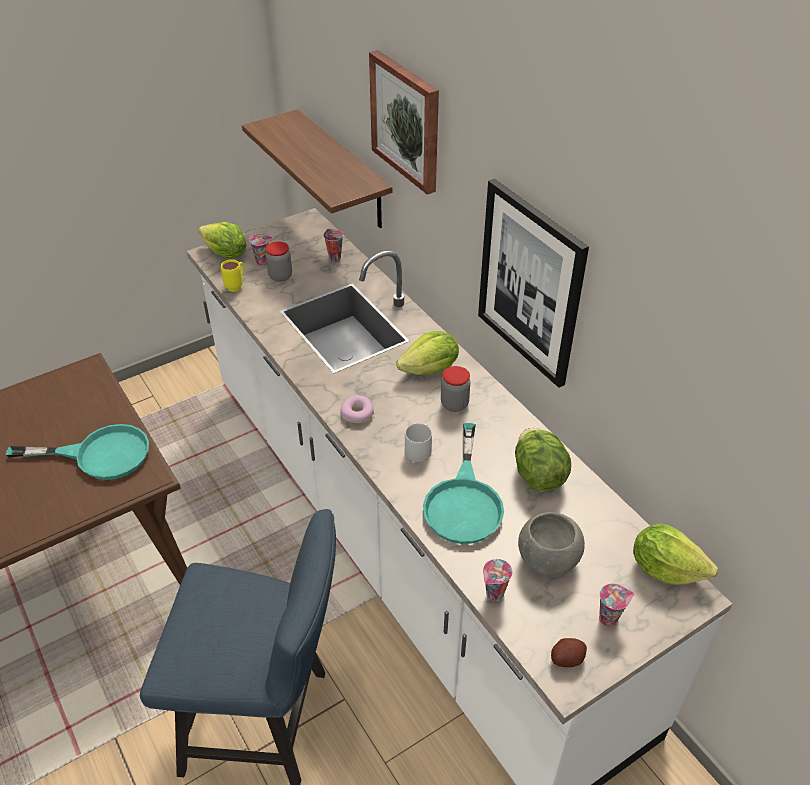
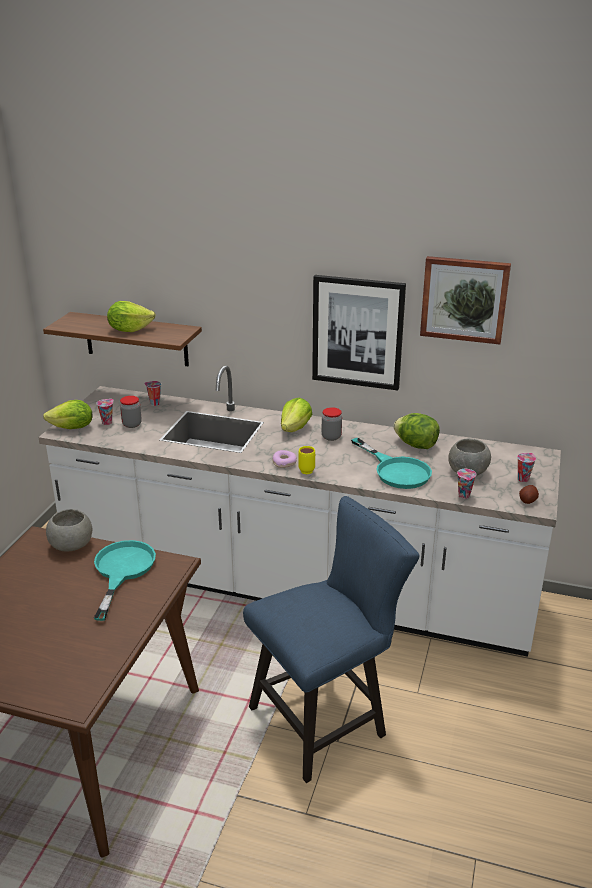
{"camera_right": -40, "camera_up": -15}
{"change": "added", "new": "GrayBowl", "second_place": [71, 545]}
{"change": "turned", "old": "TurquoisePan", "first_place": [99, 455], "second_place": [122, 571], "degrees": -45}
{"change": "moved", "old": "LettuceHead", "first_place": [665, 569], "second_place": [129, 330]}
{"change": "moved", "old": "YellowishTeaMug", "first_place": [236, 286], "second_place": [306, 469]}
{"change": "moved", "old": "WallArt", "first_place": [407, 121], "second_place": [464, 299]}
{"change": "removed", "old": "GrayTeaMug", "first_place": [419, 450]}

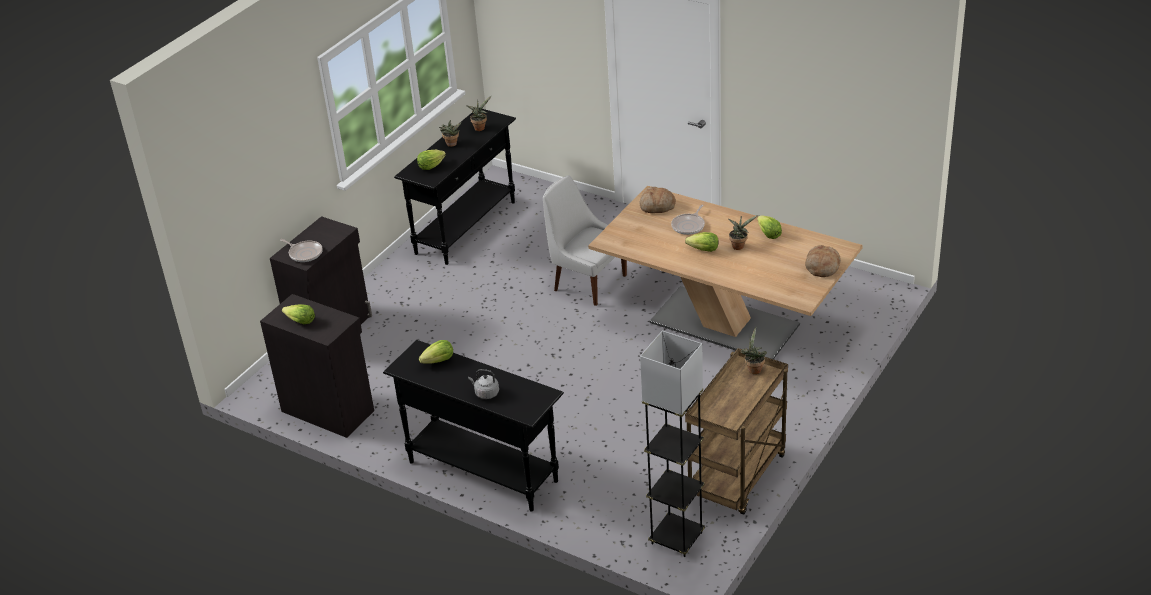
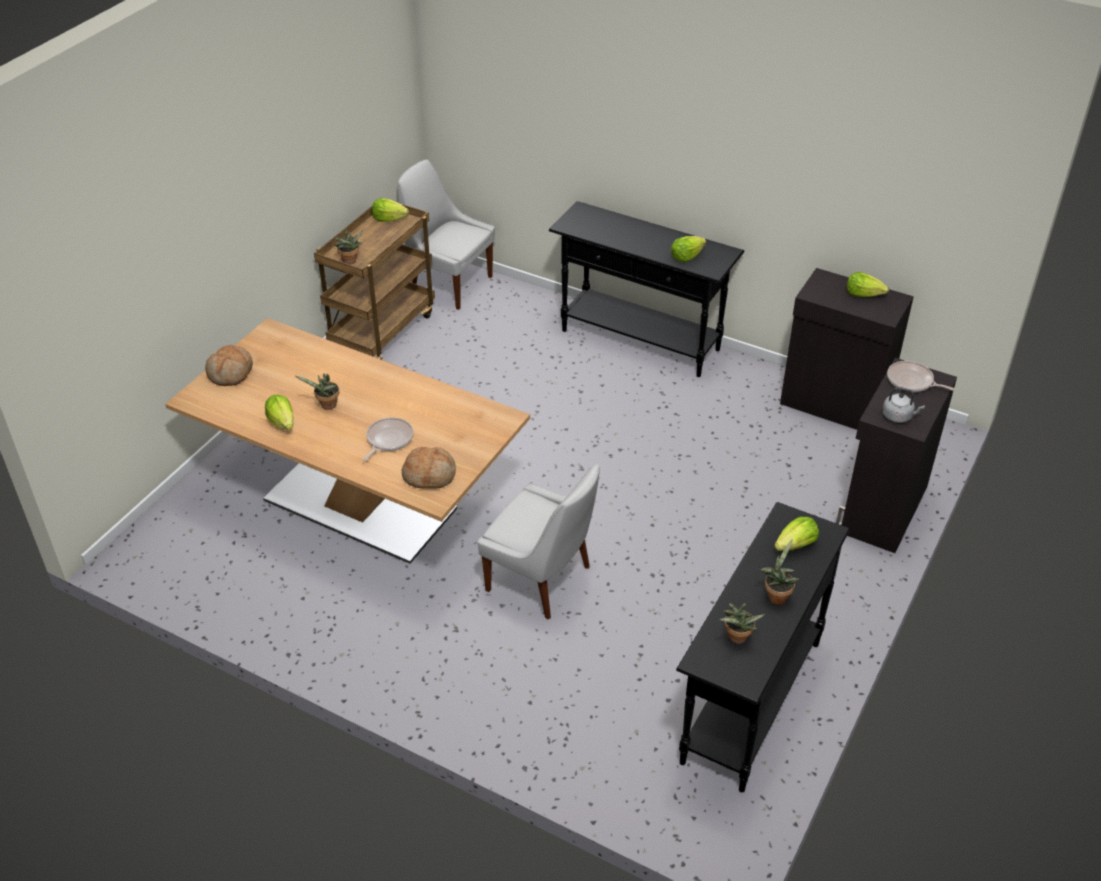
{"camera_right": 175, "camera_up": 5}
{"change": "moved", "old": "LettuceHead", "first_place": [704, 250], "second_place": [389, 219]}
{"change": "replaced", "old": "GrayStandardLamp", "new": "WhitePlainChair", "first_place": [676, 538], "second_place": [448, 284]}
{"change": "moved", "old": "GrayWaterKettle", "first_place": [485, 393], "second_place": [898, 416]}

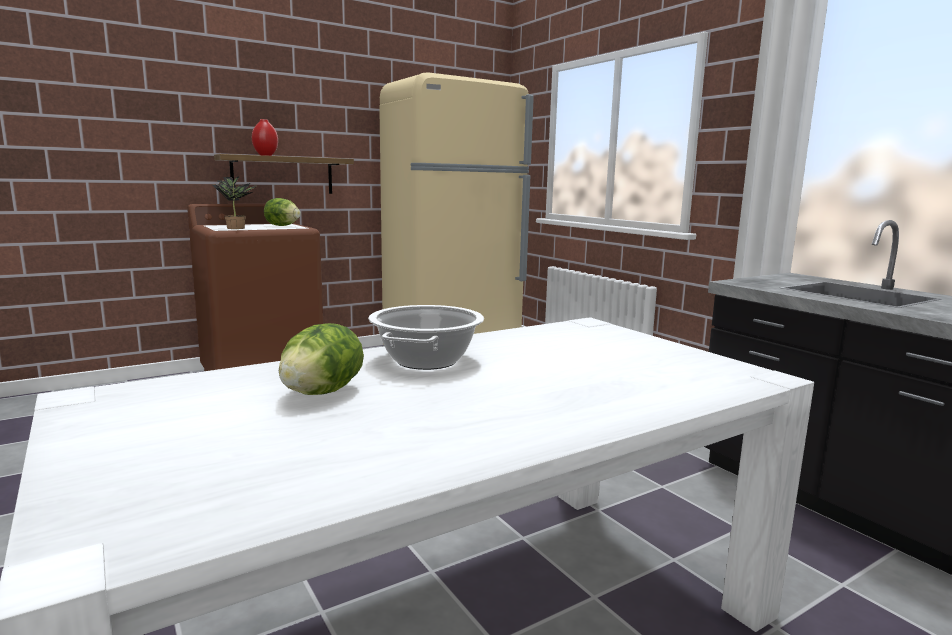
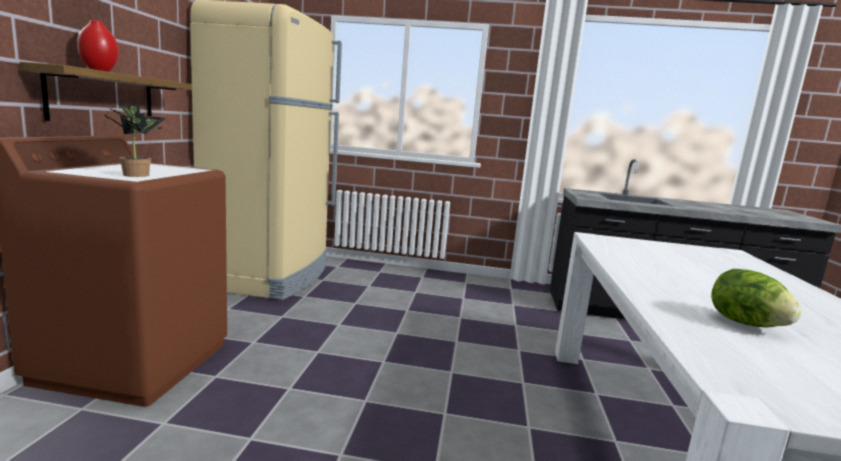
{"camera_right": -50, "camera_up": 0}
{"change": "removed", "old": "LettuceHead", "first_place": [282, 226]}
{"change": "removed", "old": "CookingPot", "first_place": [426, 360]}

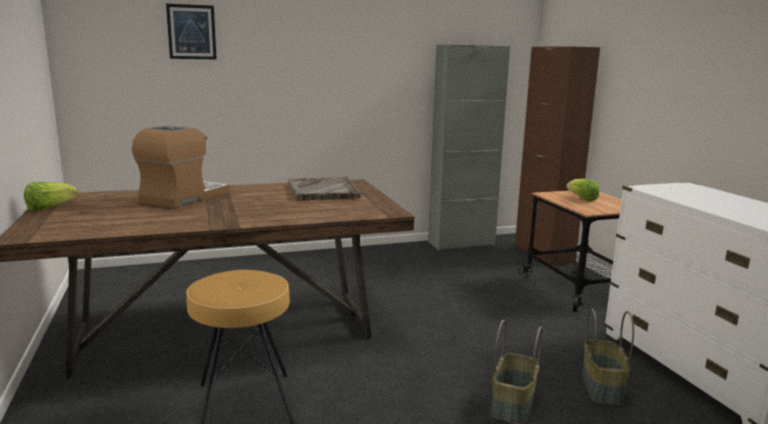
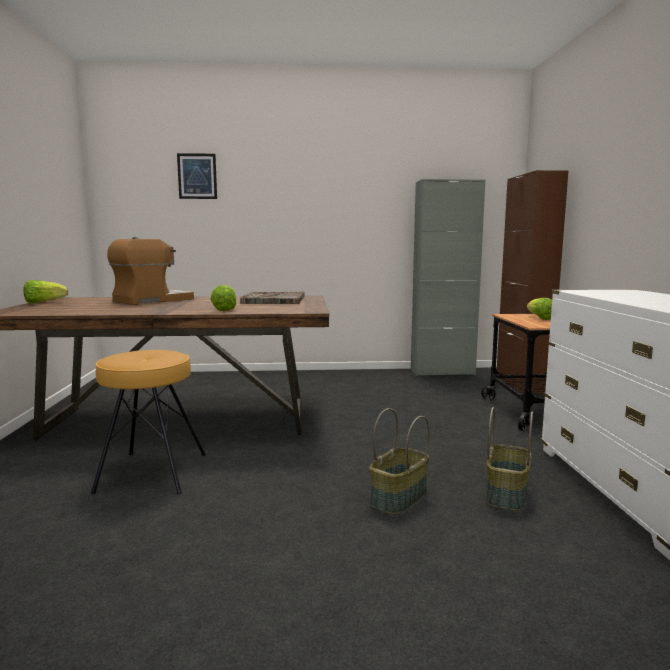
{"camera_right": 15, "camera_up": -5}
{"change": "added", "new": "LettuceHead", "second_place": [225, 309]}

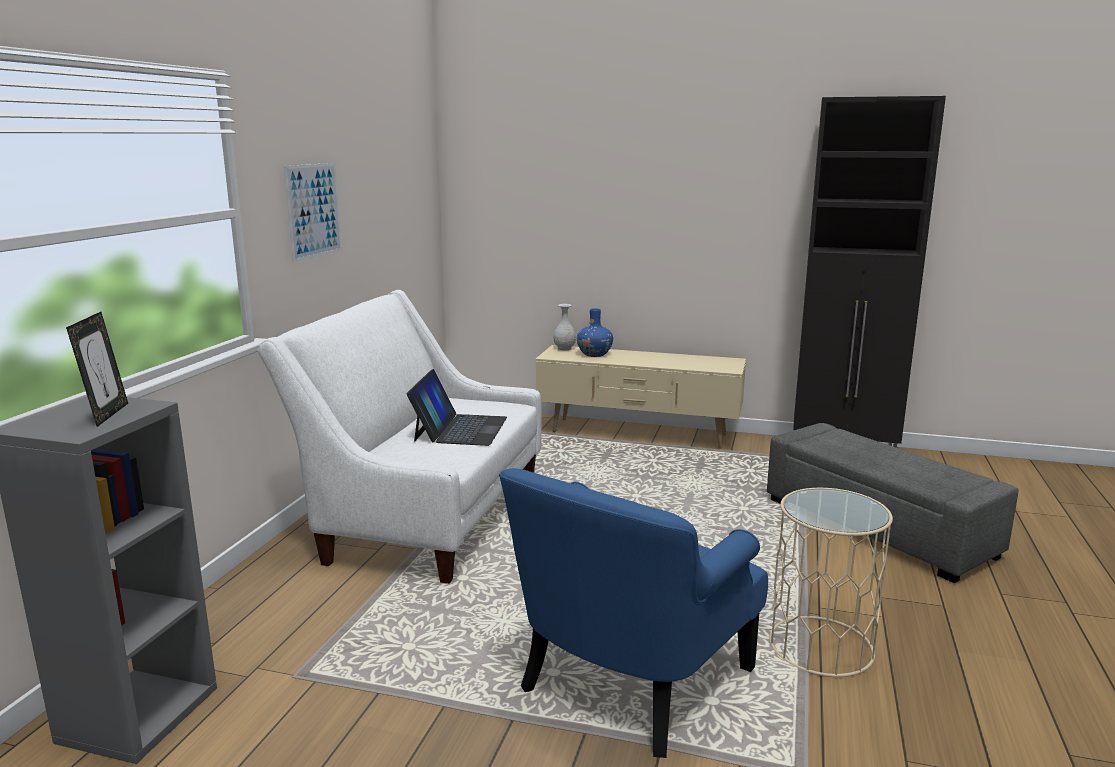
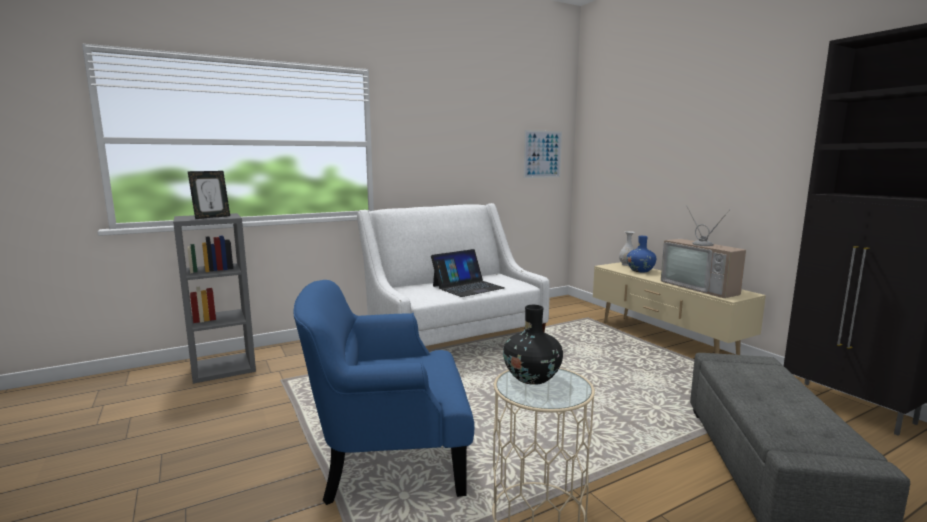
{"camera_right": 45, "camera_up": -5}
{"change": "added", "new": "BlackVase", "second_place": [532, 377]}
{"change": "moved", "old": "WallArt", "first_place": [314, 210], "second_place": [542, 154]}
{"change": "added", "new": "Television", "second_place": [702, 287]}

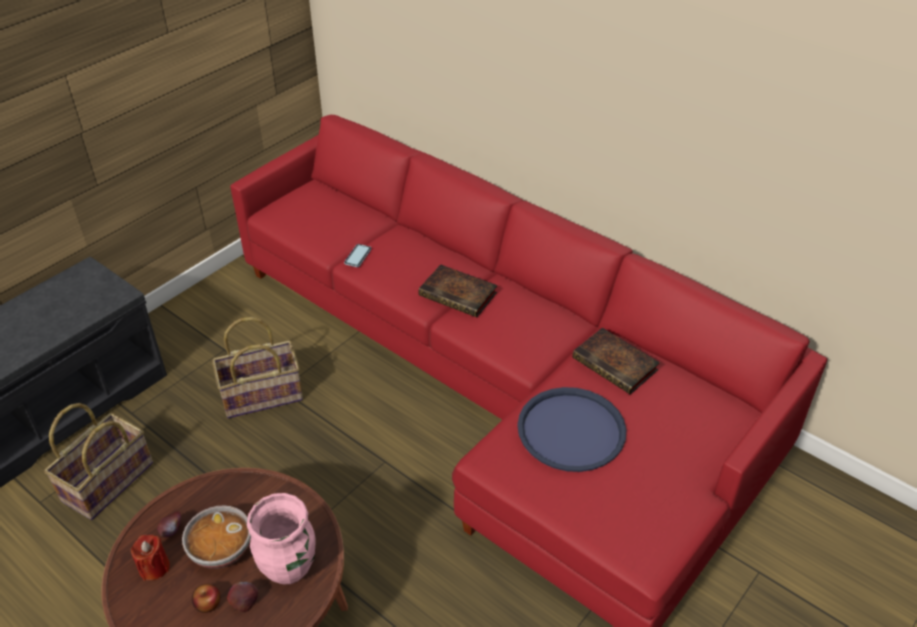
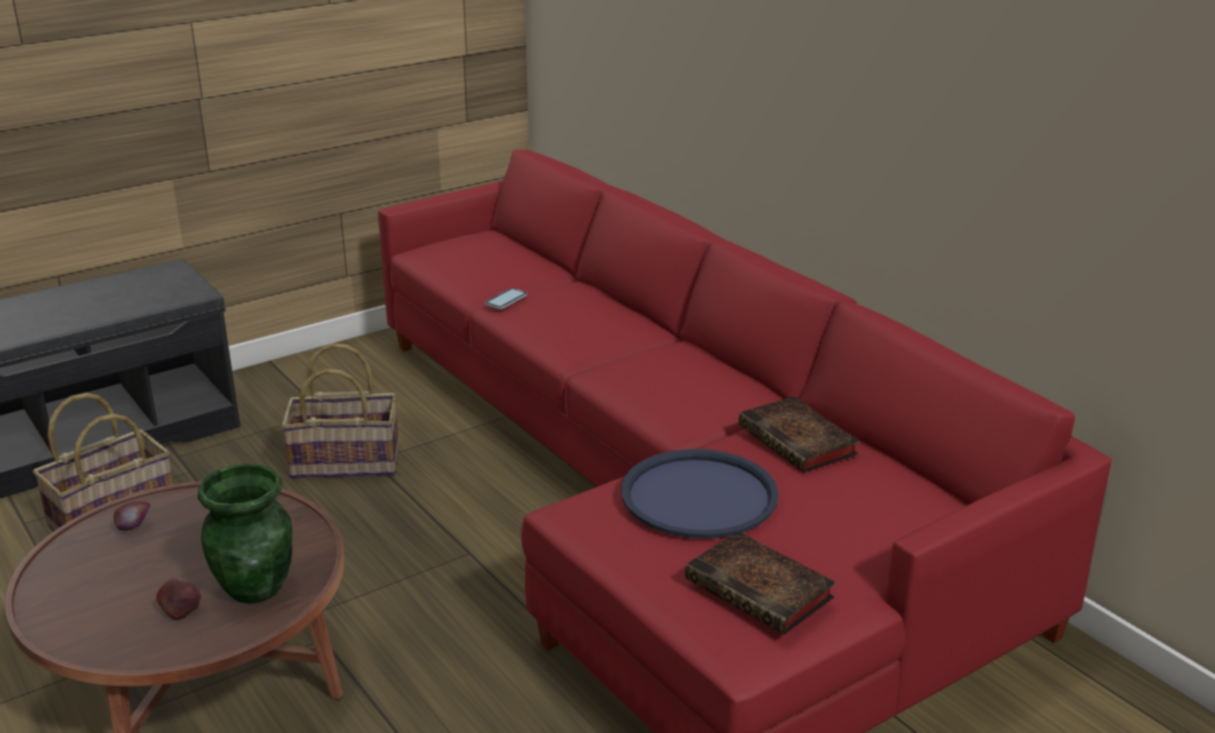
{"camera_right": 15, "camera_up": -15}
{"change": "recoloured", "old": "PinkishVase", "new": "GreenVase", "first_place": [289, 568], "second_place": [256, 588]}
{"change": "moved", "old": "Volume", "first_place": [460, 295], "second_place": [762, 590]}
{"change": "removed", "old": "ReddishWaxLight", "first_place": [154, 567]}
{"change": "removed", "old": "Bowl", "first_place": [221, 550]}
{"change": "removed", "old": "Apple", "first_place": [208, 603]}

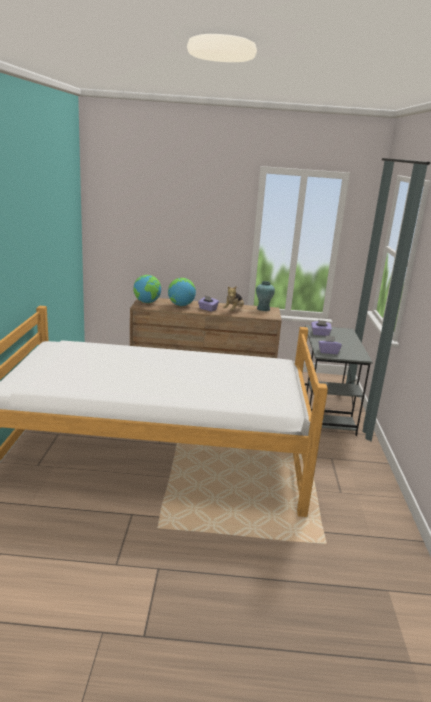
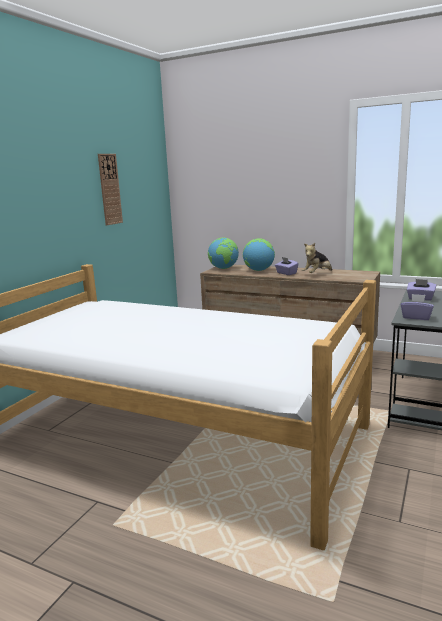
{"camera_right": 25, "camera_up": -5}
{"change": "added", "new": "HangingClock", "second_place": [109, 189]}
{"change": "removed", "old": "TurquoiseVase", "first_place": [263, 309]}

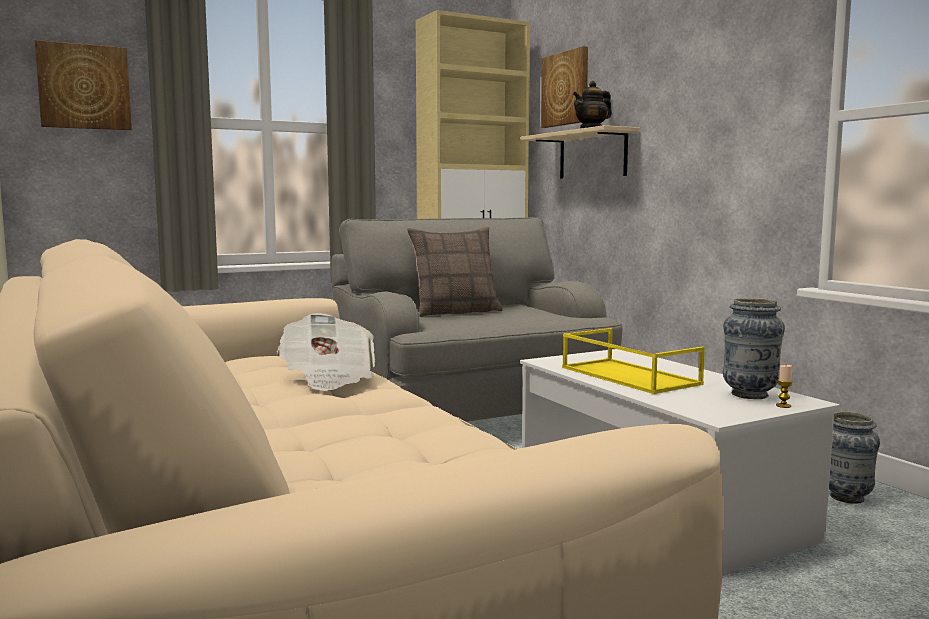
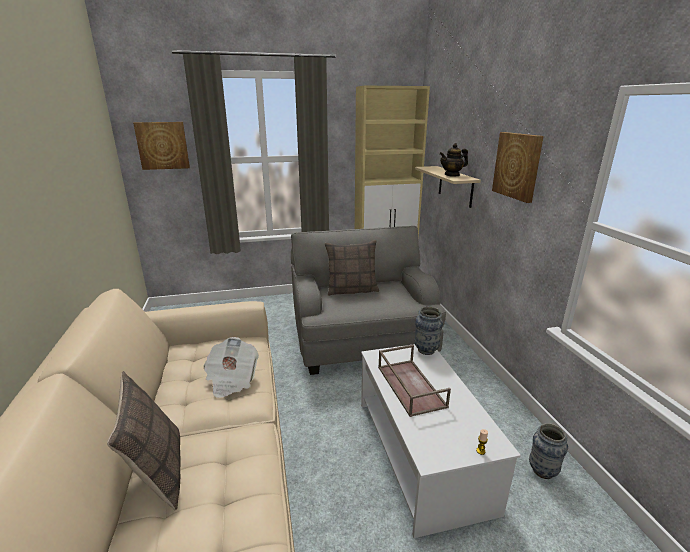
{"camera_right": 15, "camera_up": 15}
{"change": "added", "new": "Cushion", "second_place": [158, 473]}
{"change": "recoloured", "old": "YellowishCarryingTray", "new": "BrownColouredCarryingTray", "first_place": [627, 376], "second_place": [409, 386]}
{"change": "moved", "old": "Vase", "first_place": [750, 395], "second_place": [426, 350]}
{"change": "moved", "old": "WallArt", "first_place": [566, 89], "second_place": [517, 166]}

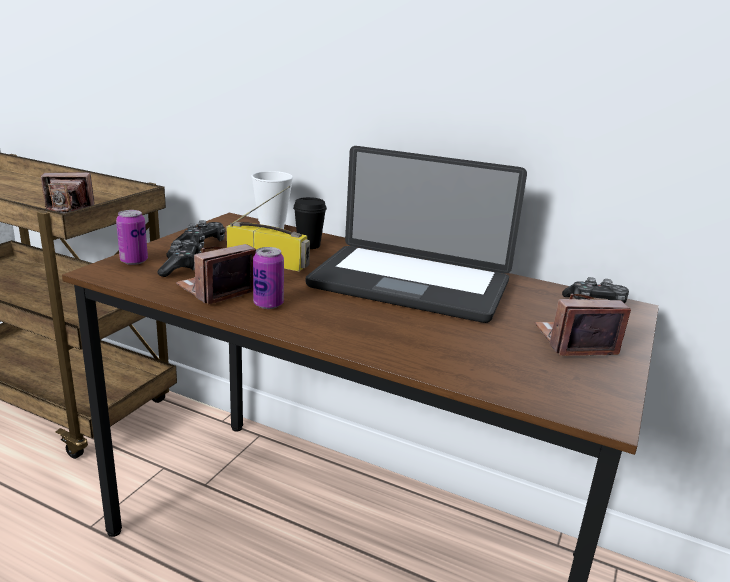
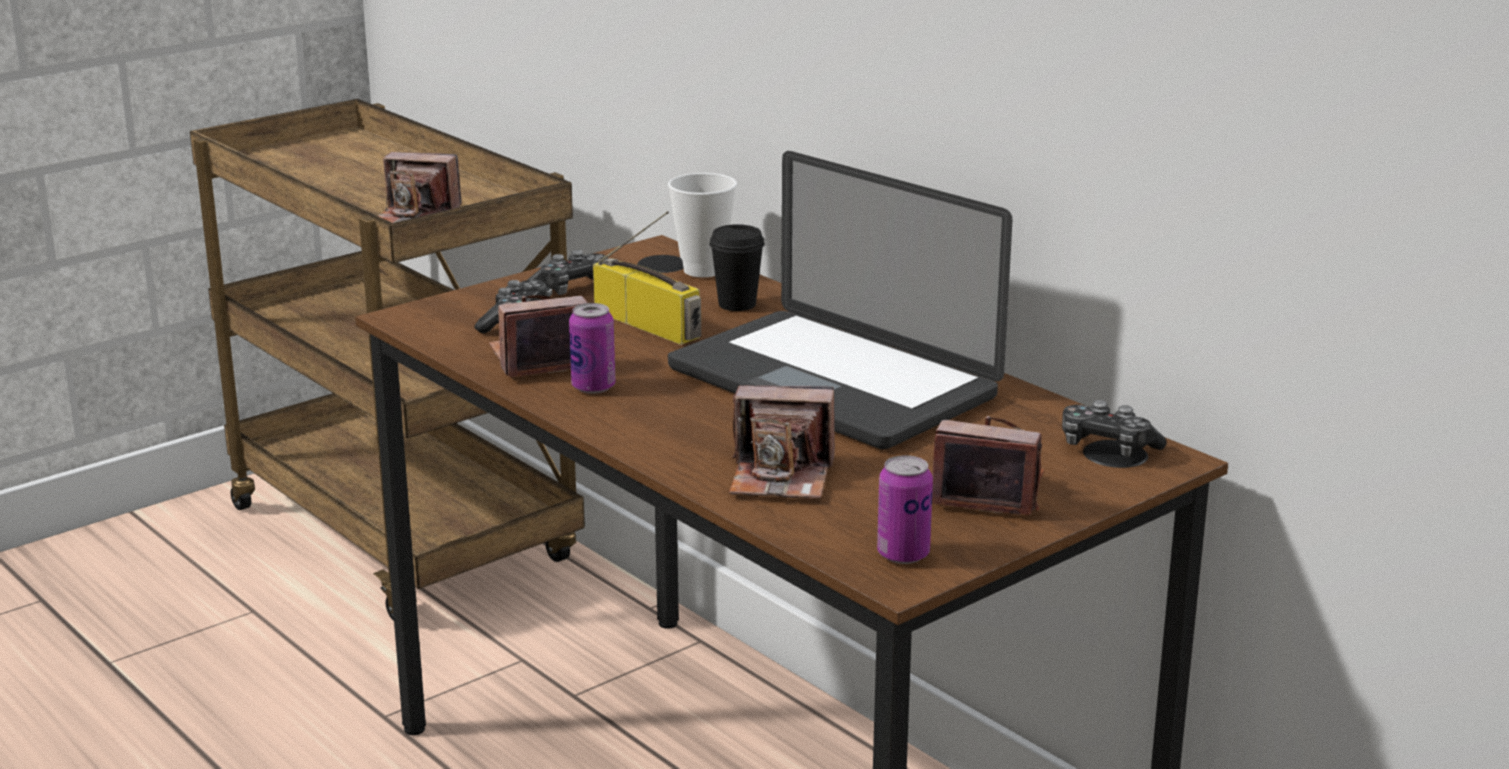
{"camera_right": 25, "camera_up": 0}
{"change": "added", "new": "PhotoCamera", "second_place": [781, 477]}
{"change": "moved", "old": "Can", "first_place": [134, 261], "second_place": [903, 554]}

